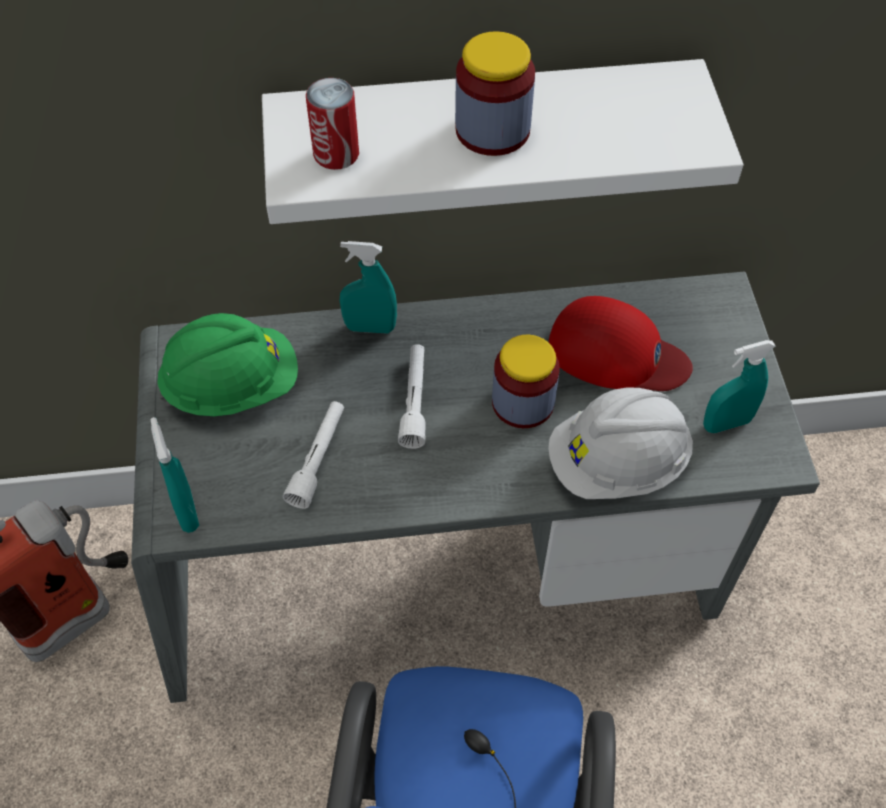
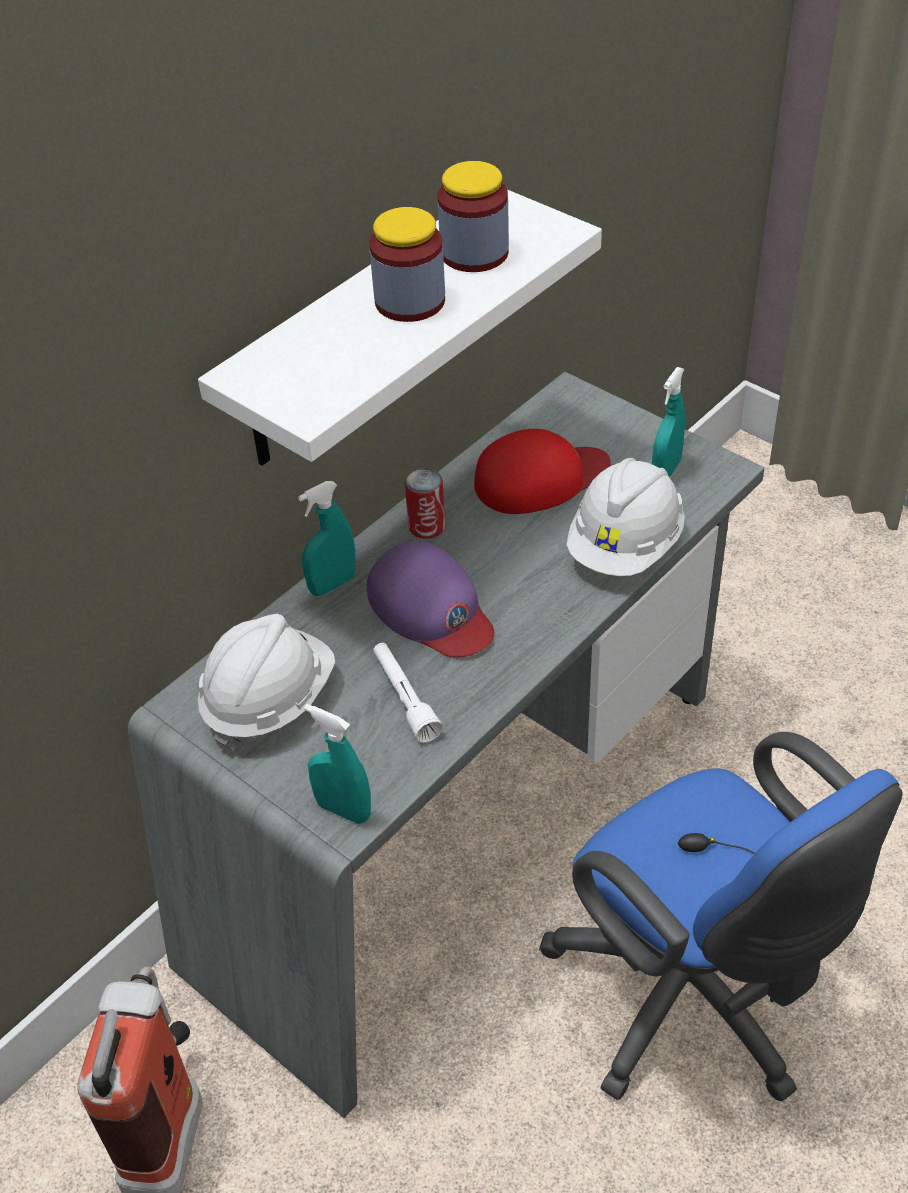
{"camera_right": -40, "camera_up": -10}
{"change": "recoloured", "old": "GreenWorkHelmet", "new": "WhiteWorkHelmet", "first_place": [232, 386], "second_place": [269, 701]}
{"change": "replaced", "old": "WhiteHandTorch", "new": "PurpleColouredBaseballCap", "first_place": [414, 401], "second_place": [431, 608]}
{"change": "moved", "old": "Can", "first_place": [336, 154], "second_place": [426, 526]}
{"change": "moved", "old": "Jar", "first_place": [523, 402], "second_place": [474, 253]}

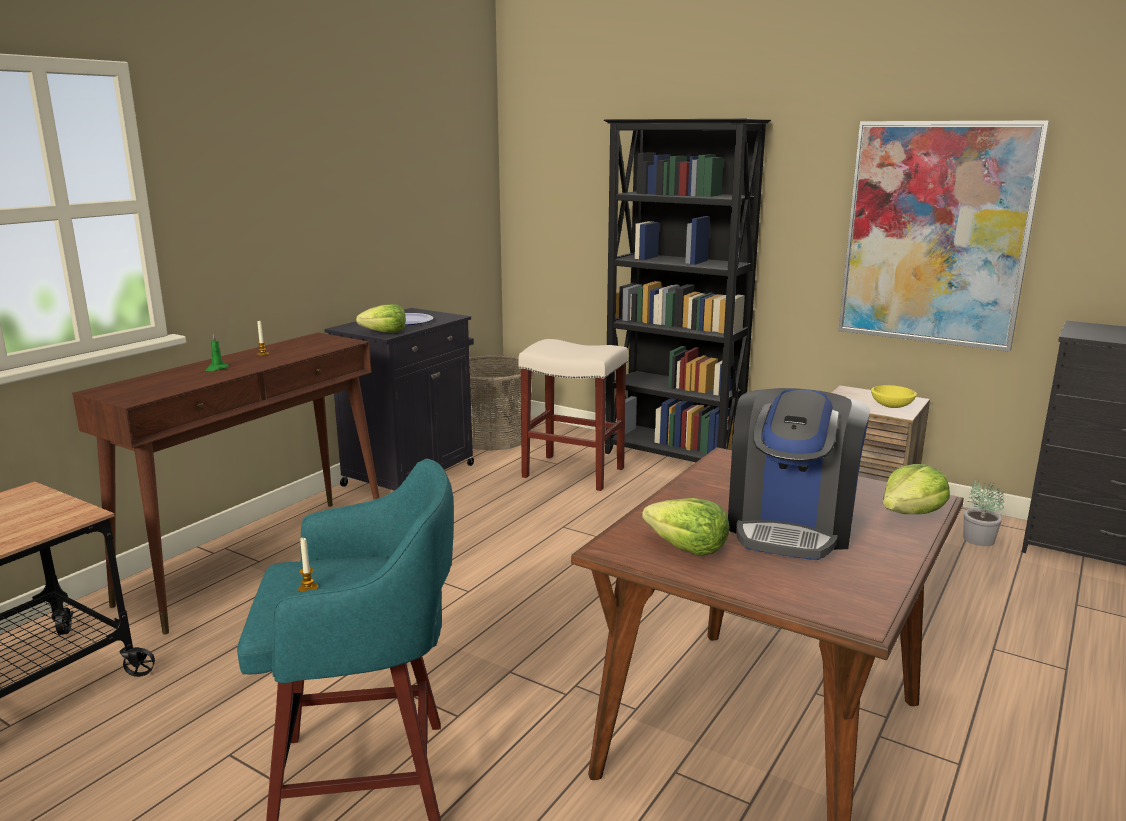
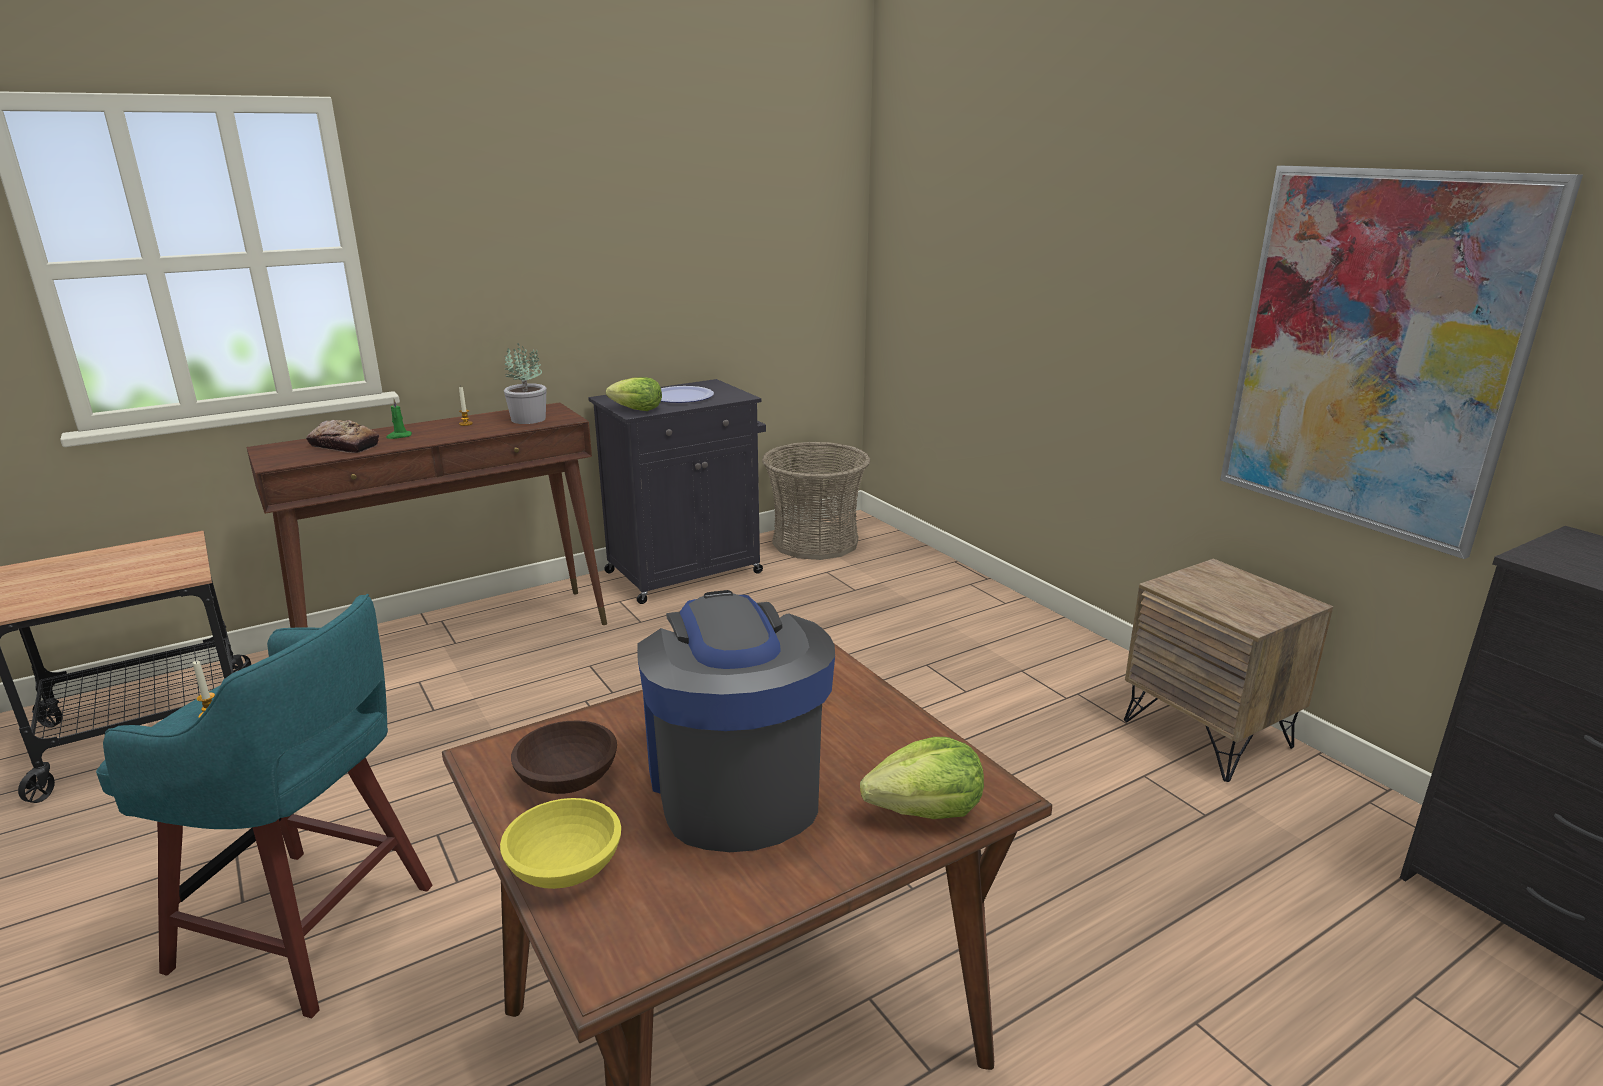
{"camera_right": 25, "camera_up": 5}
{"change": "added", "new": "BakedBread", "second_place": [344, 446]}
{"change": "moved", "old": "YellowishBowl", "first_place": [892, 406], "second_place": [567, 868]}
{"change": "moved", "old": "PlantInAPot", "first_place": [978, 539], "second_place": [527, 419]}
{"change": "replaced", "old": "LettuceHead", "new": "BrownColouredBowl", "first_place": [687, 548], "second_place": [567, 780]}
{"change": "turned", "old": "CoffeeMachine", "first_place": [790, 526], "second_place": [734, 784], "degrees": 120}
{"change": "removed", "old": "SandColouredStoolSeat", "first_place": [572, 472]}
{"change": "removed", "old": "BlackShelvingUnit", "first_place": [673, 458]}

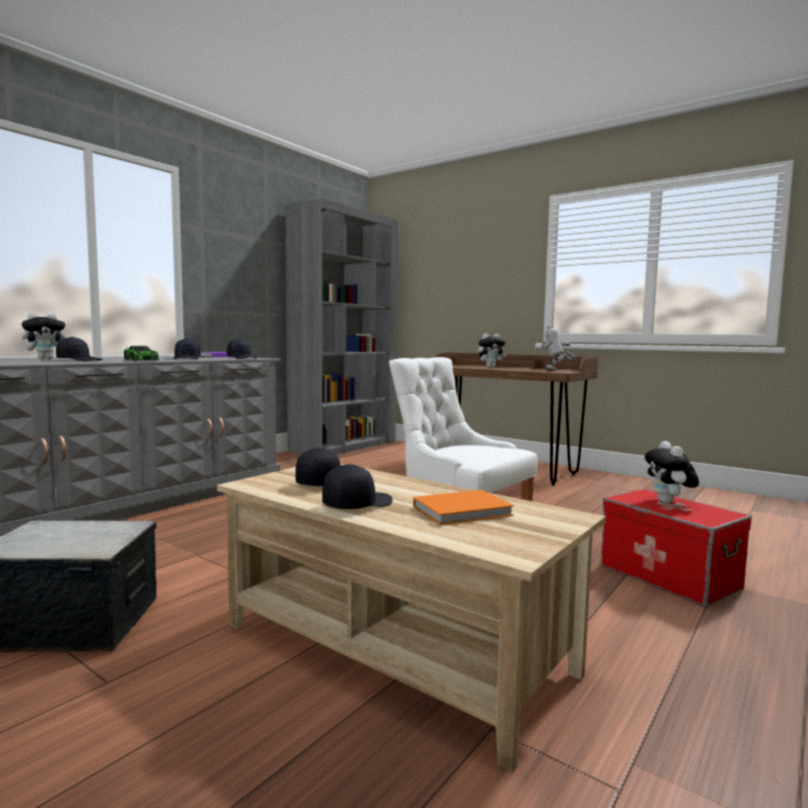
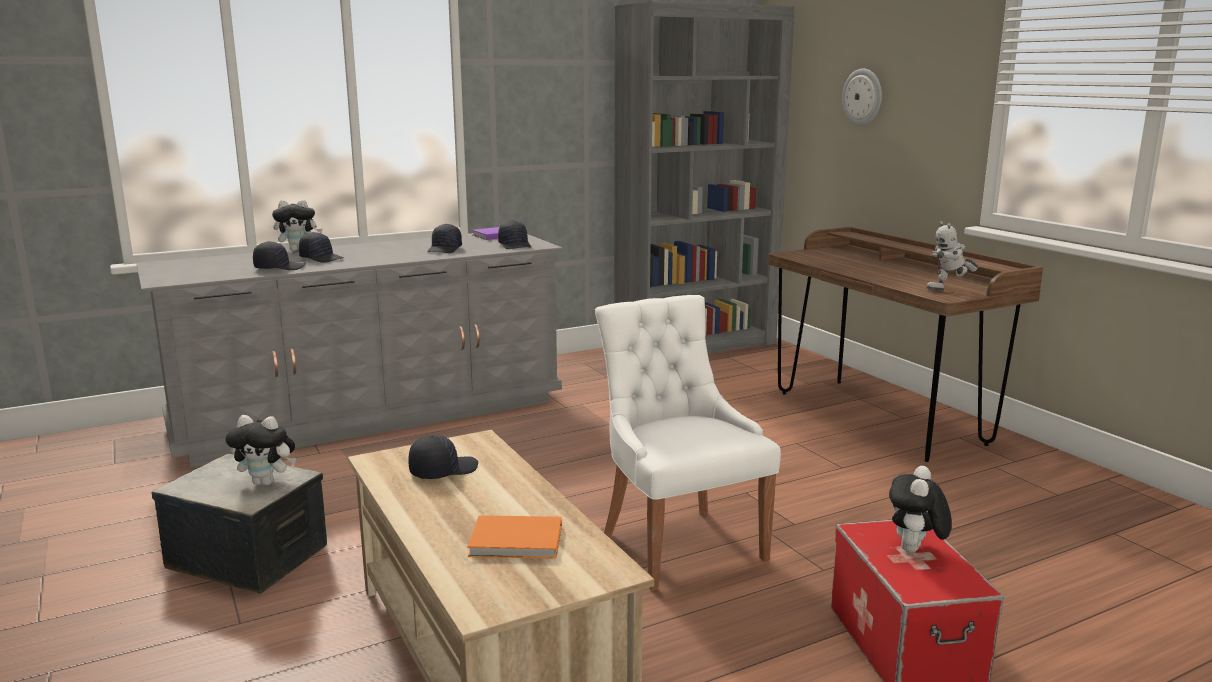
{"camera_right": 25, "camera_up": 10}
{"change": "moved", "old": "SoftToy", "first_place": [490, 367], "second_place": [267, 482]}
{"change": "moved", "old": "BlackBaseballCap", "first_place": [356, 504], "second_place": [279, 268]}
{"change": "added", "new": "HangingClock", "second_place": [863, 97]}
{"change": "turned", "old": "ModelRobot", "first_place": [556, 371], "second_place": [949, 290], "degrees": -90}
{"change": "removed", "old": "ModelCar", "first_place": [141, 360]}

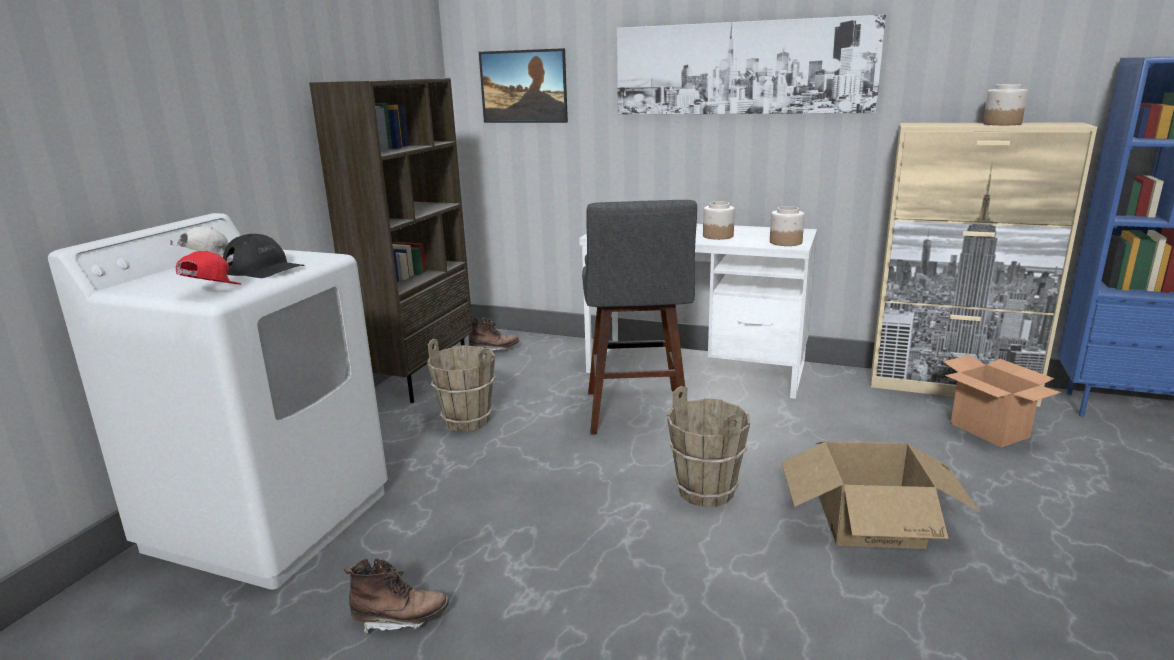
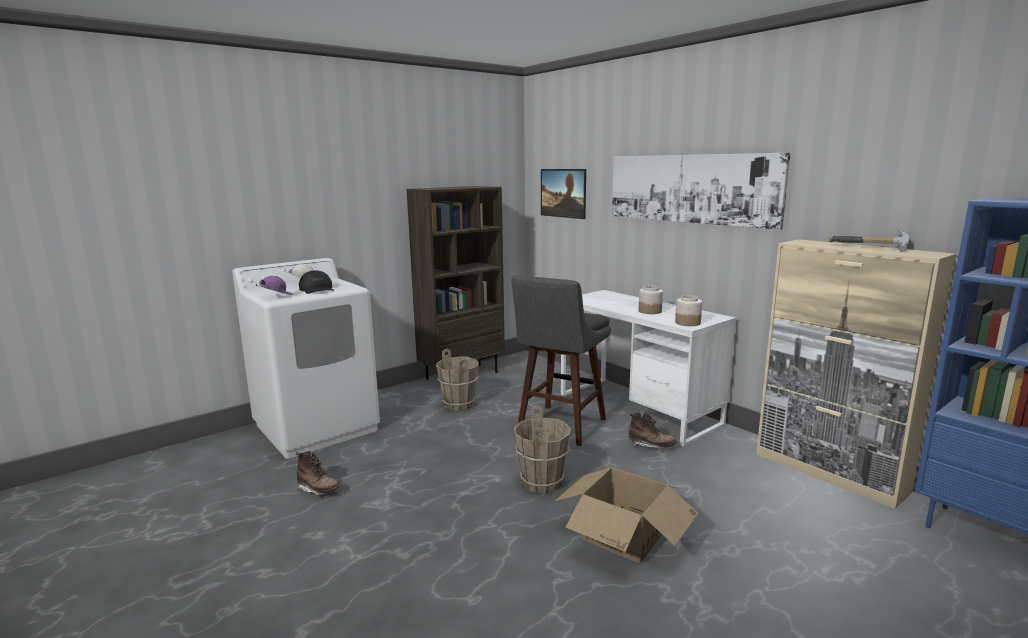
{"camera_right": 30, "camera_up": -5}
{"change": "recoloured", "old": "ReddishBaseballCap", "new": "PurpleColouredBaseballCap", "first_place": [209, 293], "second_place": [276, 297]}
{"change": "moved", "old": "BrownColouredHighTopBoot", "first_place": [494, 350], "second_place": [651, 446]}
{"change": "replaced", "old": "Jar", "new": "Hammer", "first_place": [1002, 124], "second_place": [870, 248]}
{"change": "removed", "old": "Carton", "first_place": [990, 430]}

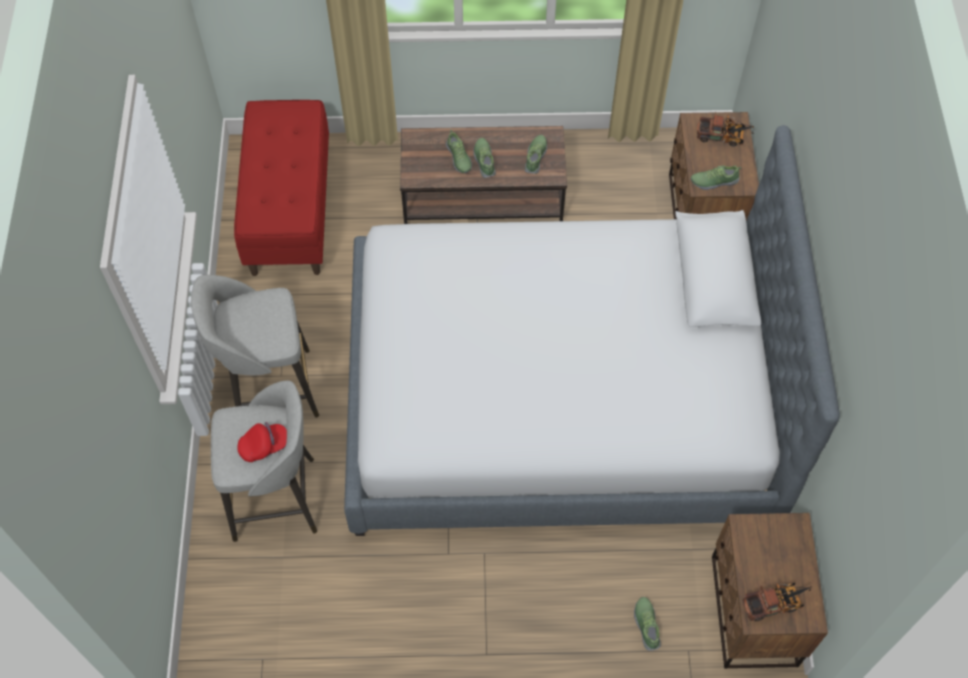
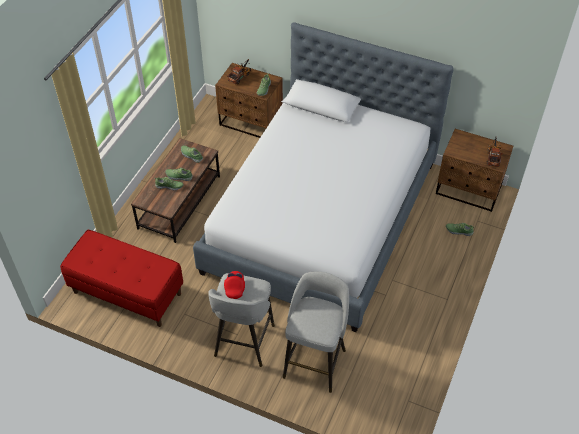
{"camera_right": -65, "camera_up": -10}
{"change": "moved", "old": "ReddishBaseballCap", "first_place": [264, 446], "second_place": [235, 288]}

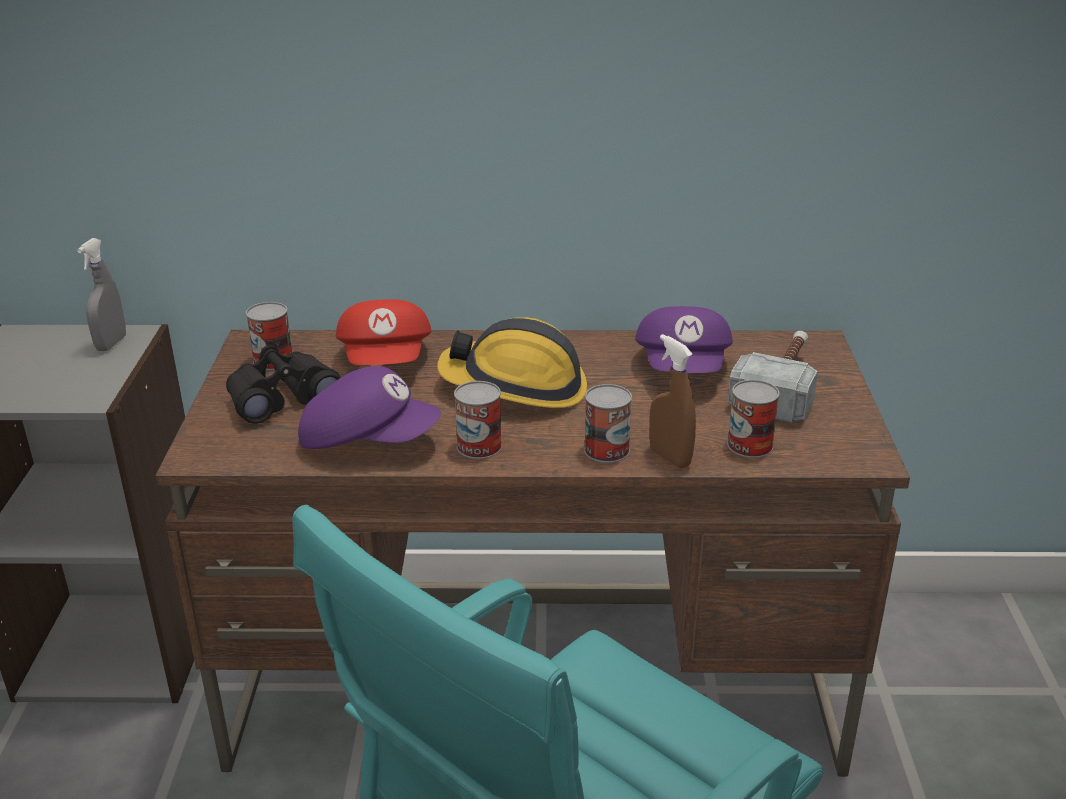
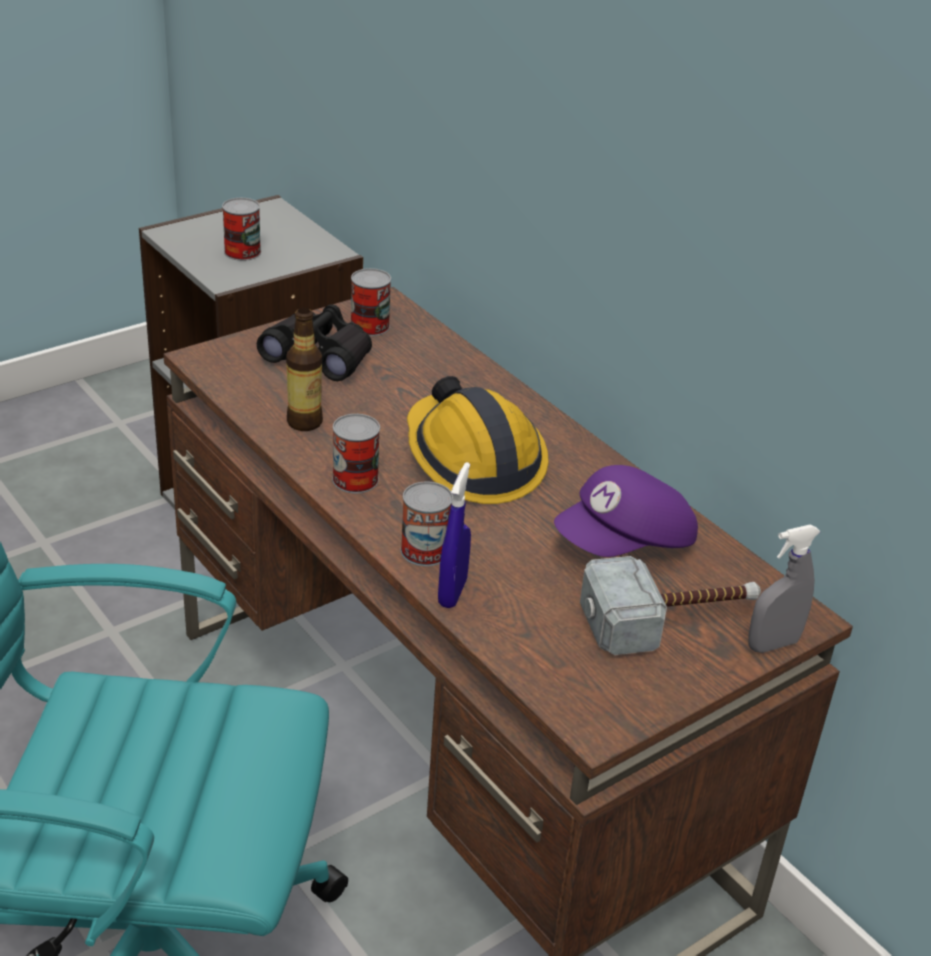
{"camera_right": 50, "camera_up": 5}
{"change": "moved", "old": "Can", "first_place": [750, 445], "second_place": [242, 252]}
{"change": "replaced", "old": "PurpleColouredBaseballCap", "new": "Bottle", "first_place": [368, 440], "second_place": [304, 422]}
{"change": "recoloured", "old": "BrownColouredSprayBottle", "new": "BlueColouredSprayBottle", "first_place": [669, 457], "second_place": [452, 592]}
{"change": "moved", "old": "GraySprayBottle", "first_place": [111, 343], "second_place": [772, 644]}
{"change": "removed", "old": "ReddishBaseballCap", "first_place": [387, 361]}

